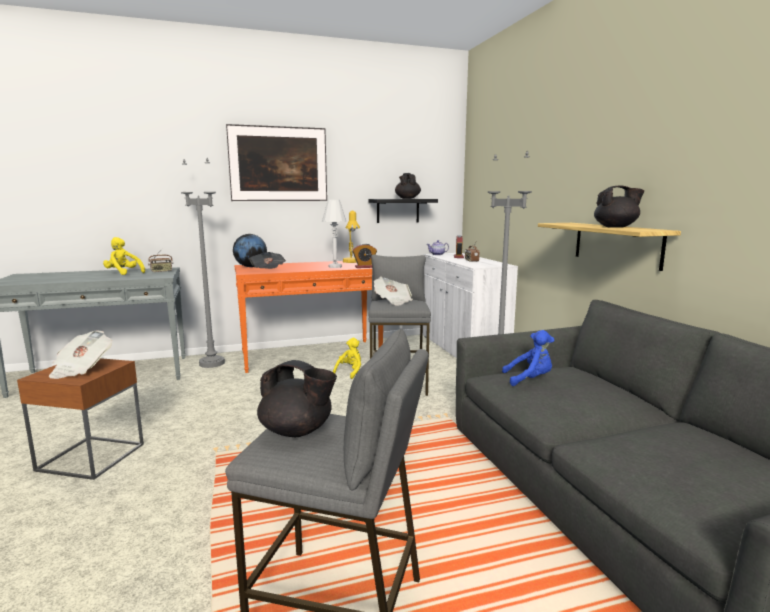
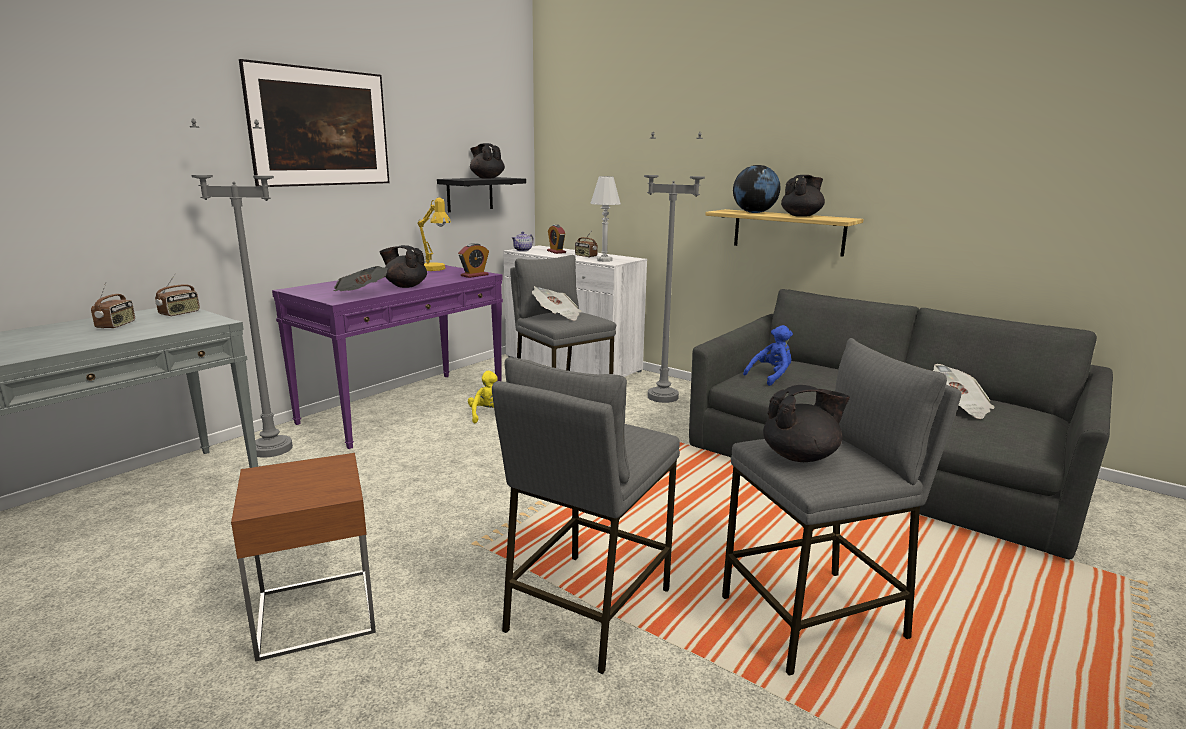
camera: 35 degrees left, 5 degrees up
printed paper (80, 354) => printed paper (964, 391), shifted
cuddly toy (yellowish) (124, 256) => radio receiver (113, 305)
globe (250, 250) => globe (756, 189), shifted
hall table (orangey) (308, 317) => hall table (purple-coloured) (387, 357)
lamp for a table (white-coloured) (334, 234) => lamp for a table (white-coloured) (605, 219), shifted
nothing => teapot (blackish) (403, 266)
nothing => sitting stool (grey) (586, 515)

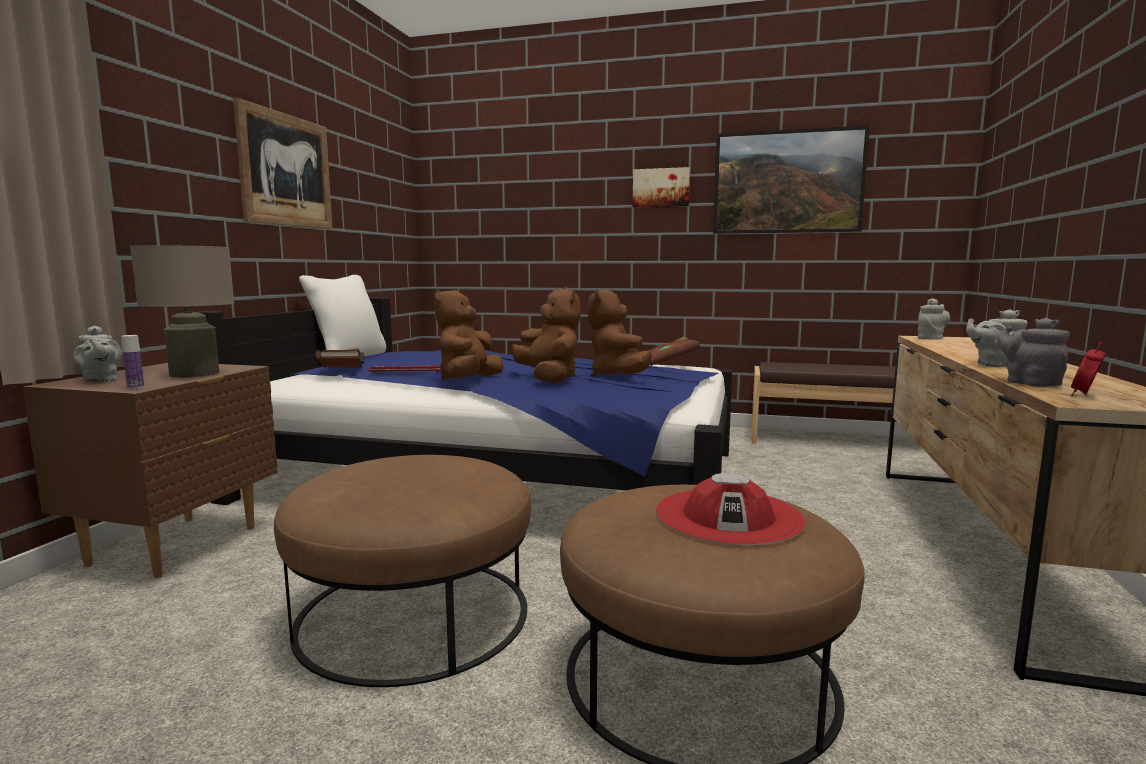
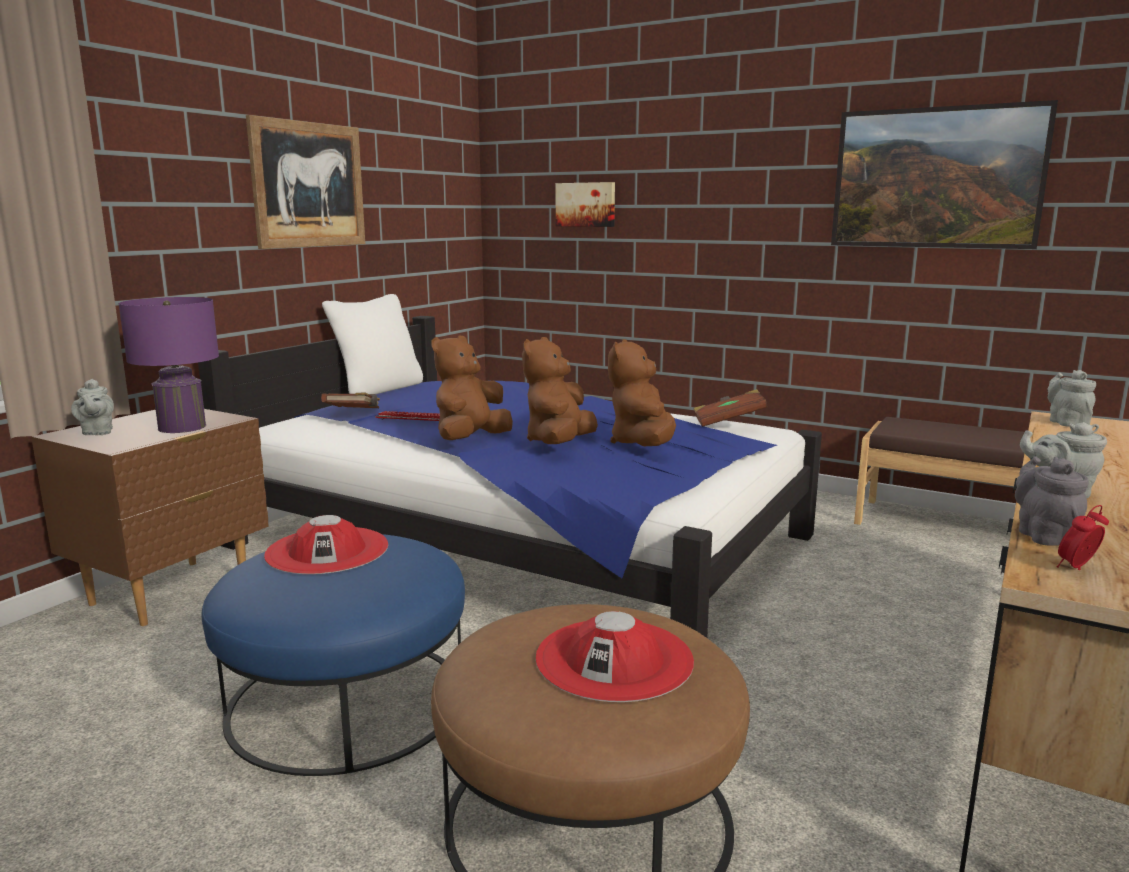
camera: 15 degrees right, 5 degrees up
bottle (132, 362) => nothing
lamp for a table (beige-coloured) (182, 311) => lamp for a table (purple-coloured) (168, 365)
pouffe (brownish) (402, 571) => pouffe (bluish) (333, 655)
cuddly toy (brownish) (546, 335) => cuddly toy (brownish) (560, 390), 150 degrees counterclockwise
wall art (661, 187) => wall art (585, 204), shifted
teapot (grey) (934, 319) => teapot (grey) (1072, 398), 60 degrees counterclockwise
nothing => hat (red) (326, 544)

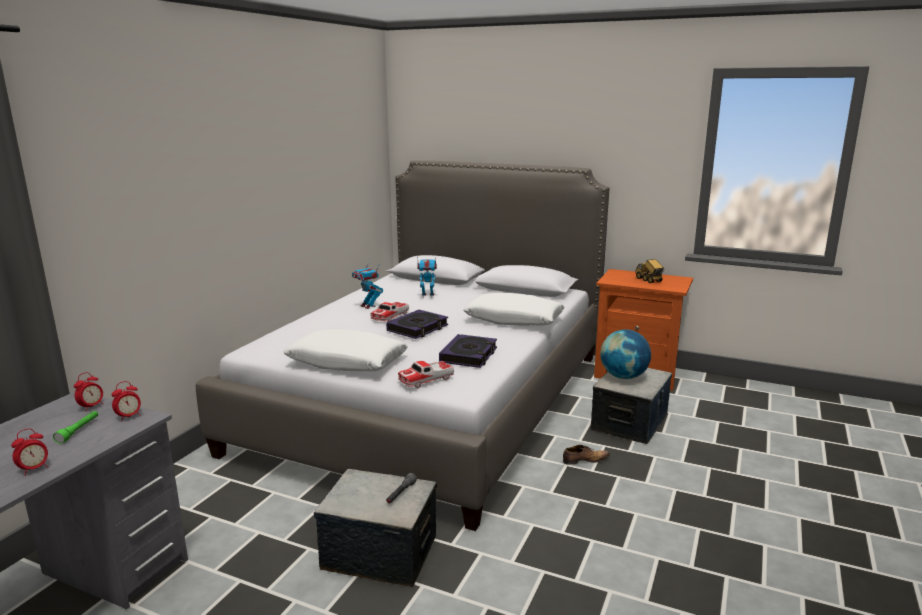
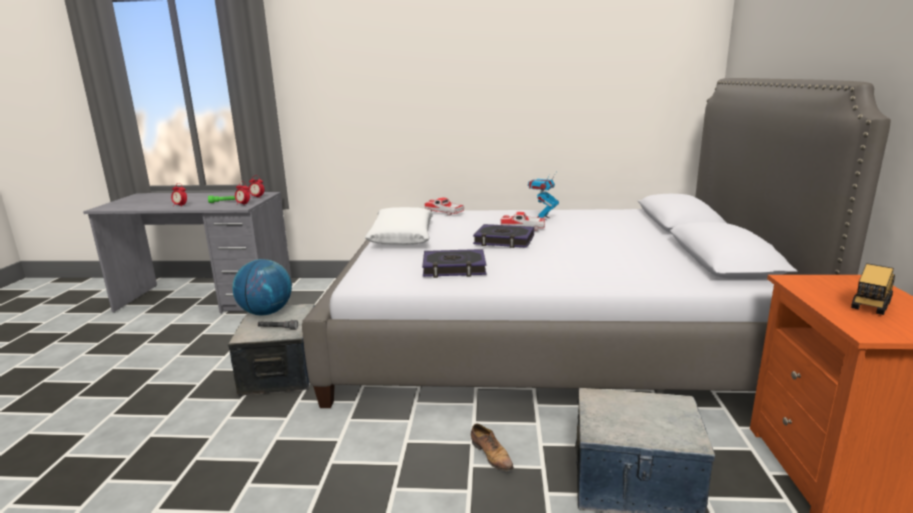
camera: 70 degrees right, 0 degrees up
model car (426, 374) => model car (444, 206), shifted
toy robot (427, 277) => nothing
cushion (white-coloured) (514, 309) => nothing
globe (625, 354) => globe (262, 287), shifted

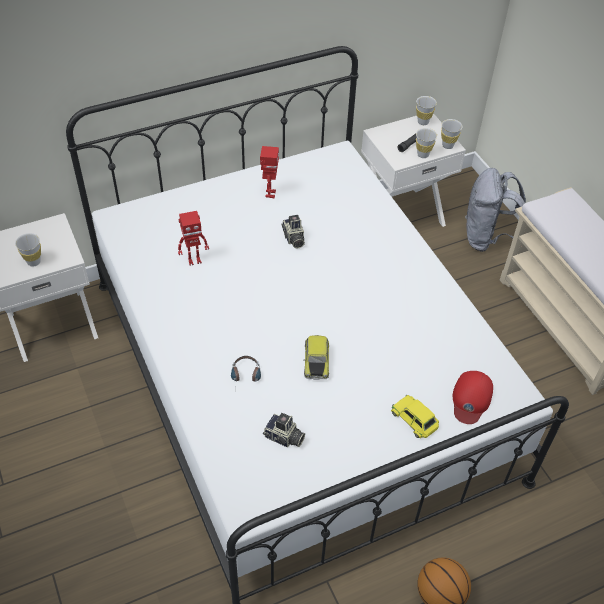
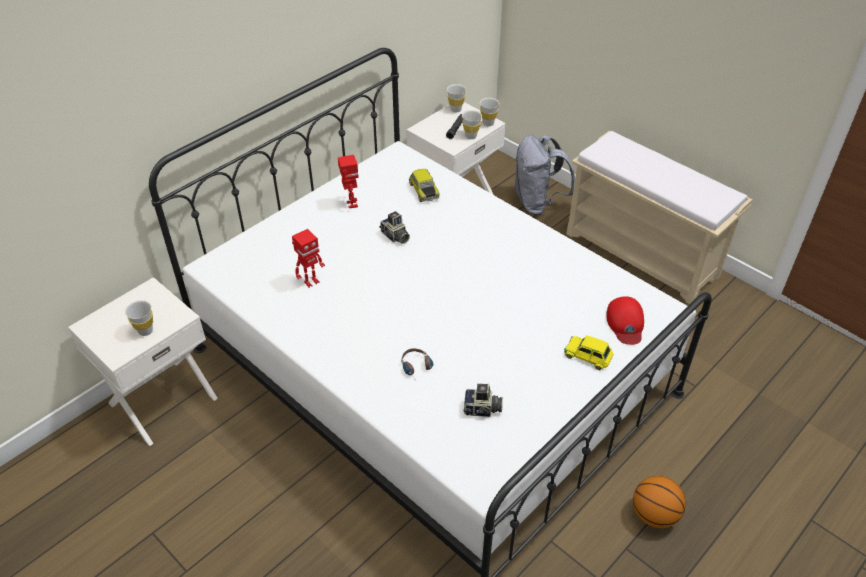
camera: 20 degrees left, 5 degrees down
model car (316, 357) => model car (424, 185), shifted

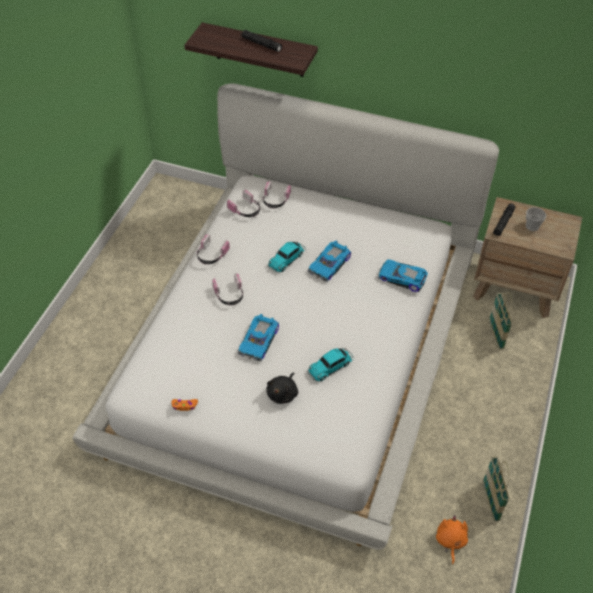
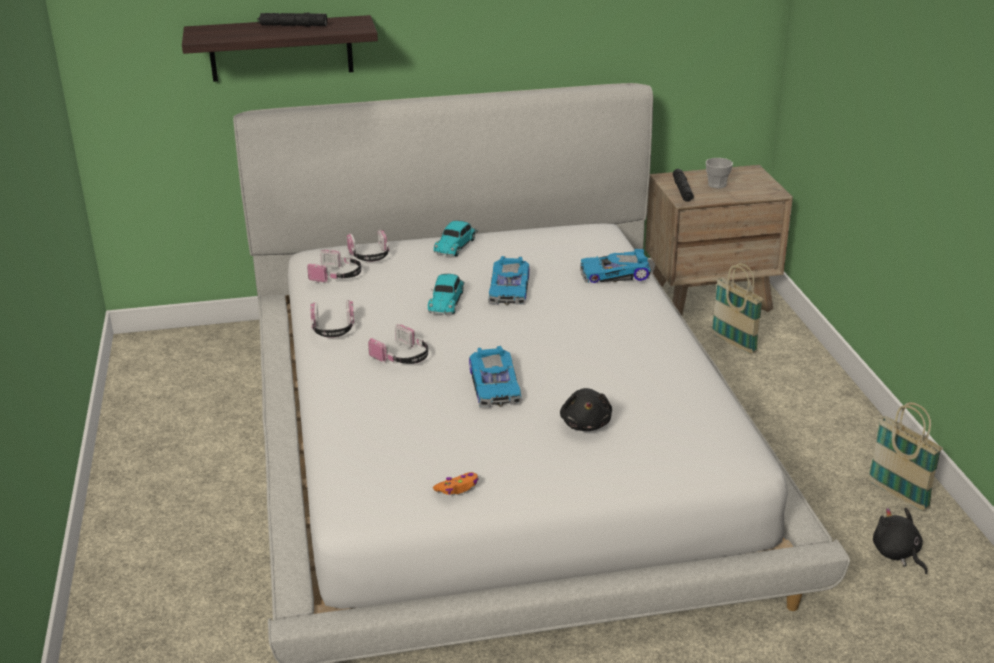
camera: 30 degrees left, 20 degrees down
model car (330, 364) => model car (455, 239), shifted
cuddly toy (orangey) (452, 540) => cuddly toy (blackish) (900, 540)

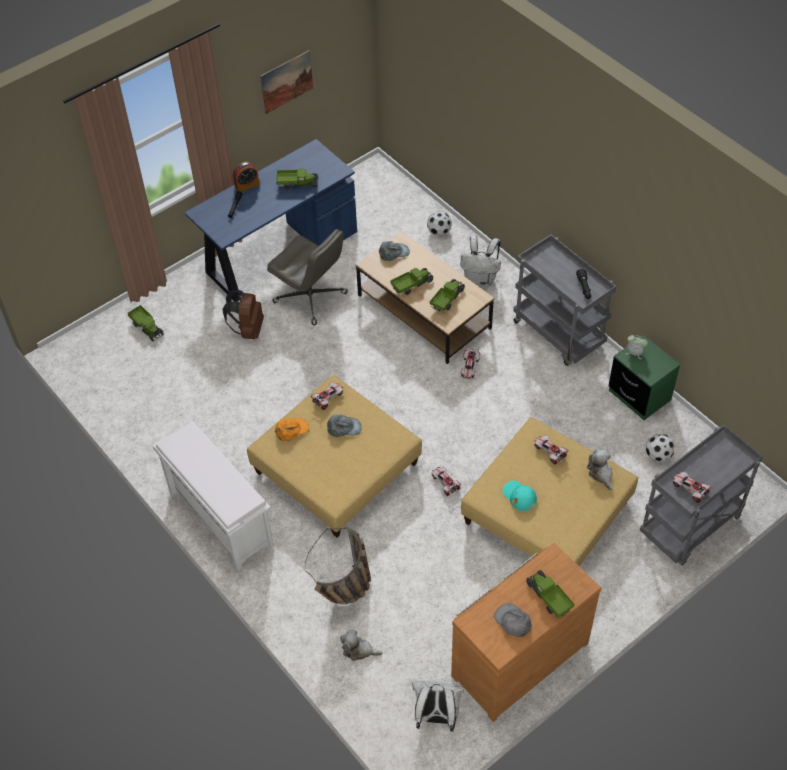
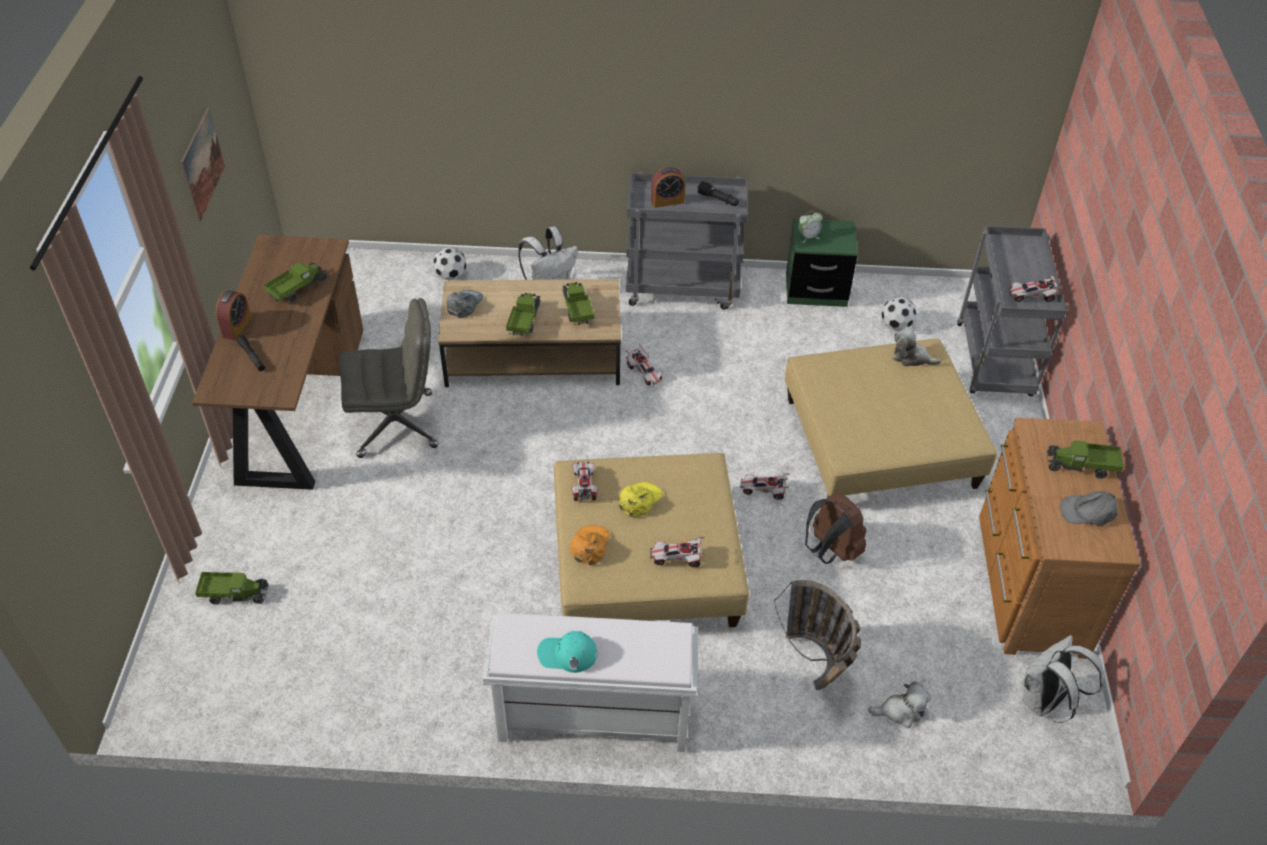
camera: 50 degrees left, 5 degrees down
desk unit (bluish) (271, 220) => desk unit (brownish) (277, 362)
knapsack (brownish) (243, 314) => knapsack (brownish) (836, 528), shifted
cap (grey) (344, 425) => cap (yellowish) (641, 499)
cuddly toy (361, 645) => cuddly toy (900, 704), 150 degrees counterclockwise
cap (turquoise-coloured) (520, 495) => cap (turquoise-coloured) (567, 652), shifted
model car (551, 450) => model car (677, 552), shifted
nothing => bedside clock (668, 187)

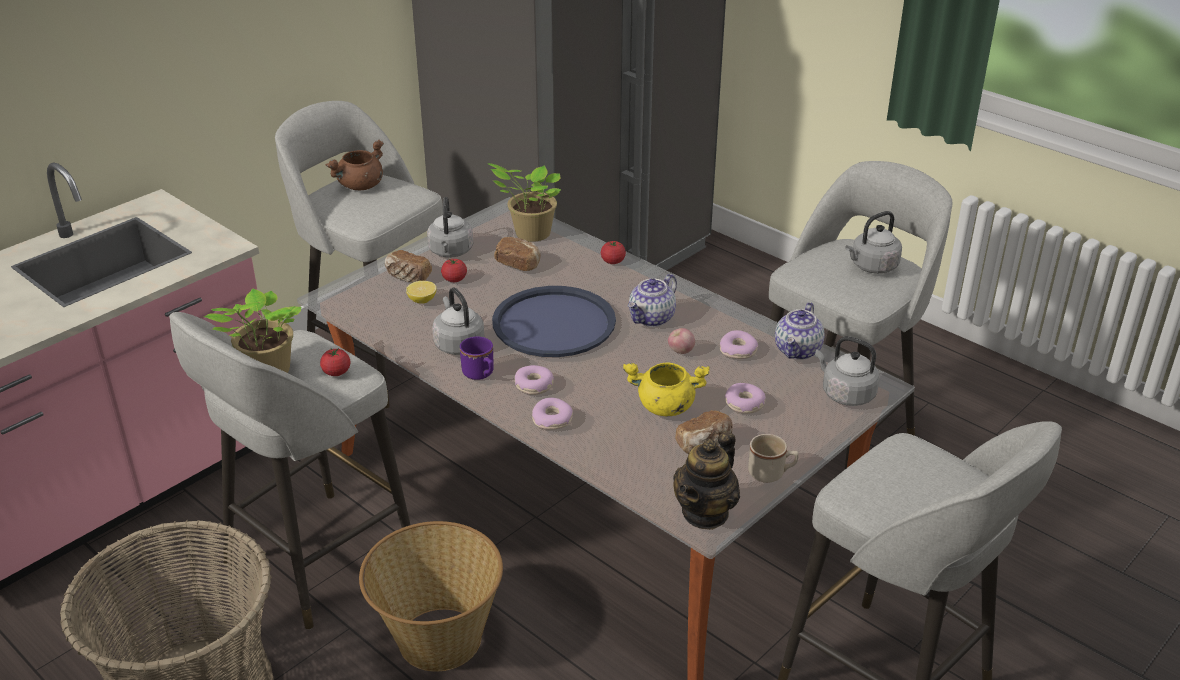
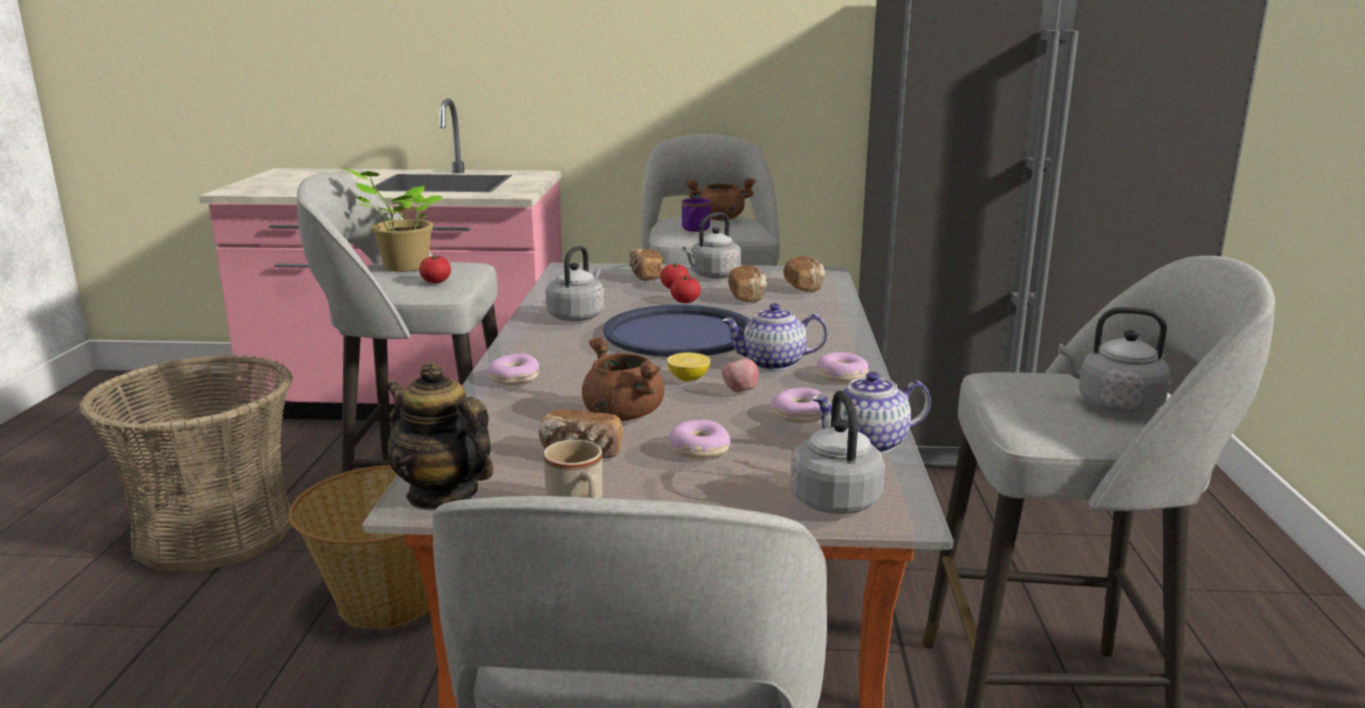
camera: 50 degrees right, 15 degrees down
whole lemon (421, 292) => whole lemon (688, 366), shifted
coffee mug (purple-coloured) (477, 358) => coffee mug (purple-coloured) (696, 215), shifted
plant in a pot (524, 202) => bakery bread (804, 274)
donut (534, 380) => donut (843, 367), shifted
whole tomato (613, 252) => whole tomato (685, 289), shifted
stockpot (yellowish) (666, 389) => stockpot (brownish) (623, 379)
teapot (706, 480) => teapot (439, 436), 45 degrees clockwise

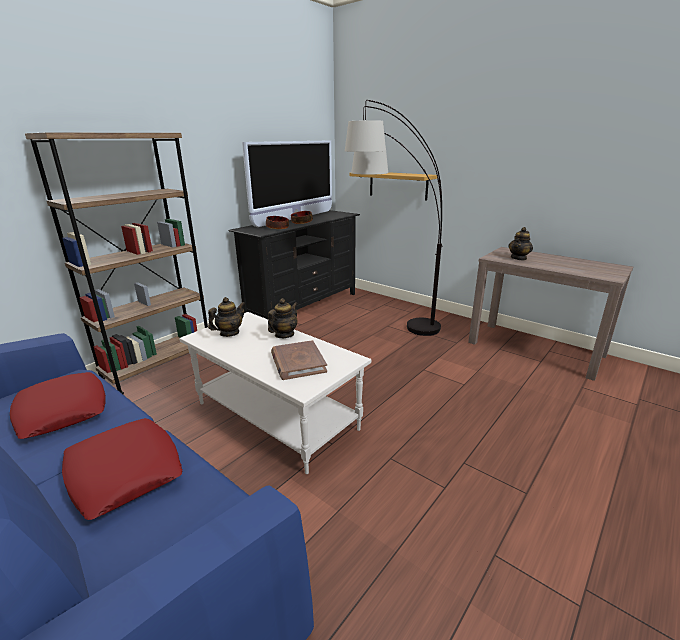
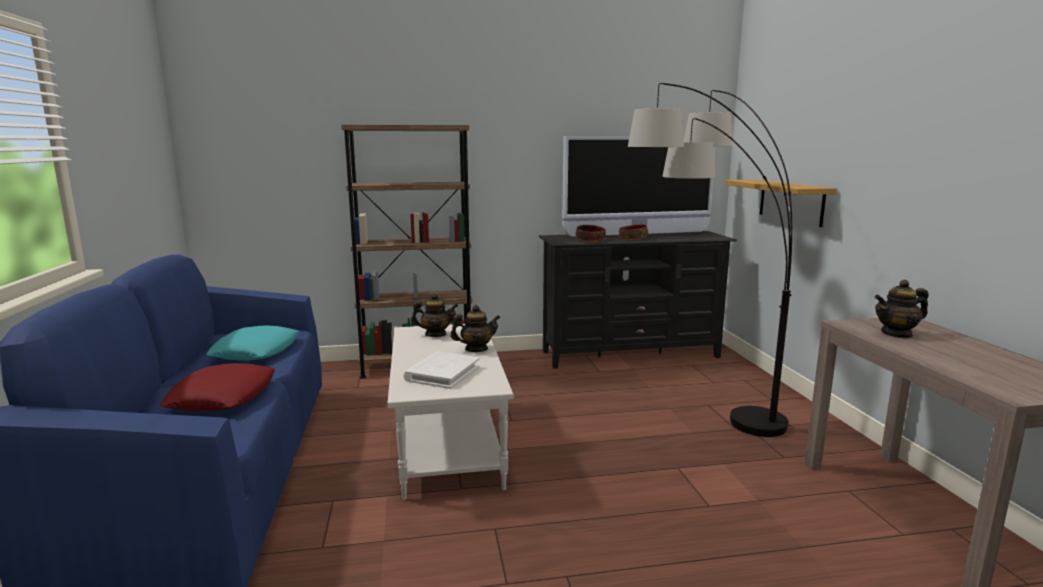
camera: 40 degrees right, 10 degrees down
cushion (red) (58, 405) => cushion (turquoise-coloured) (252, 342)
volume (brownish) (299, 360) => volume (white-coloured) (441, 370)

